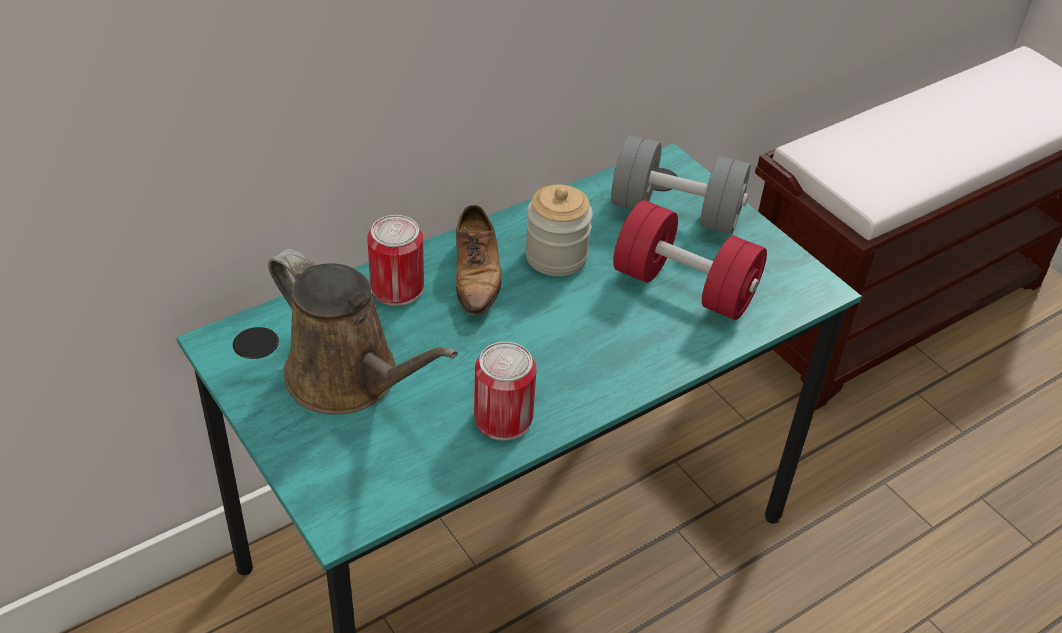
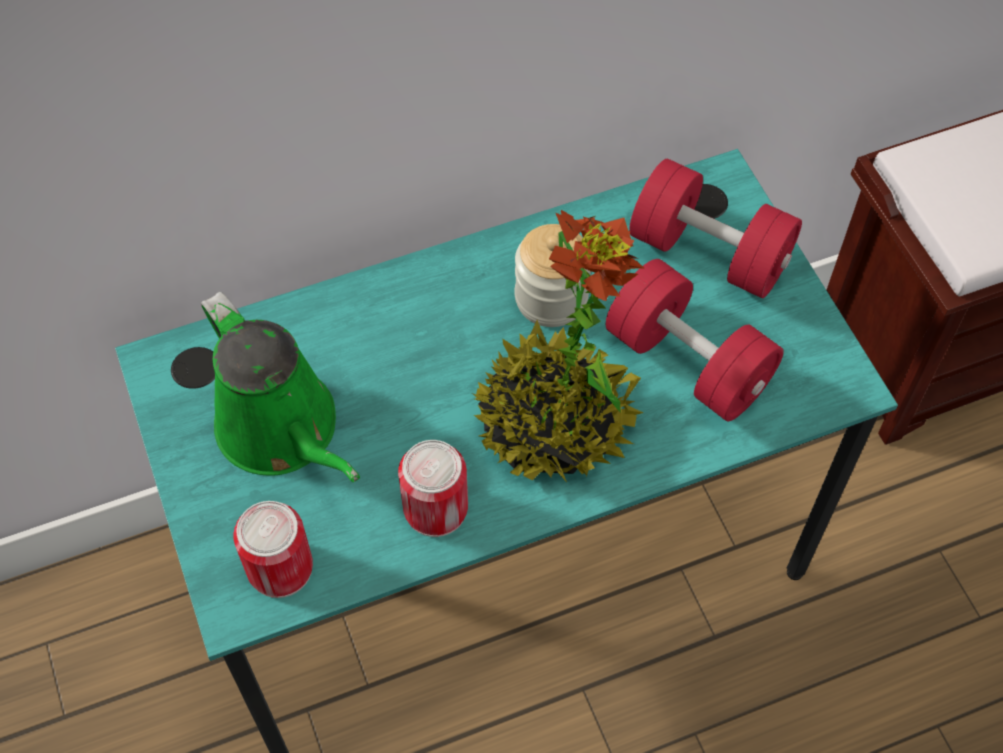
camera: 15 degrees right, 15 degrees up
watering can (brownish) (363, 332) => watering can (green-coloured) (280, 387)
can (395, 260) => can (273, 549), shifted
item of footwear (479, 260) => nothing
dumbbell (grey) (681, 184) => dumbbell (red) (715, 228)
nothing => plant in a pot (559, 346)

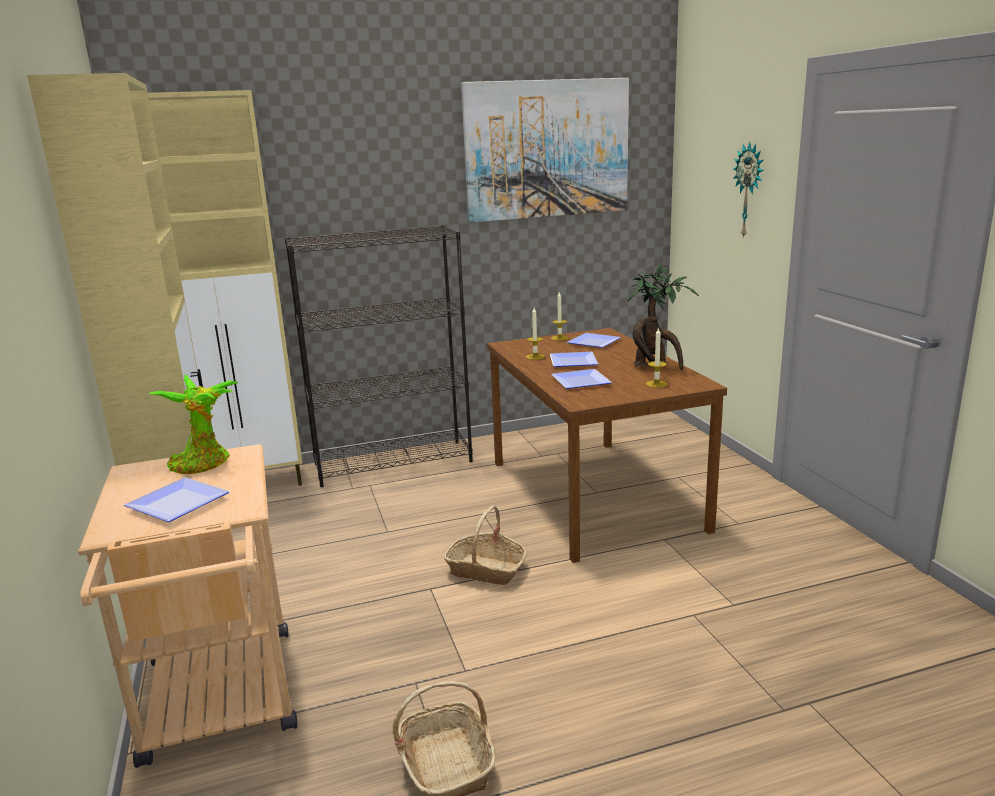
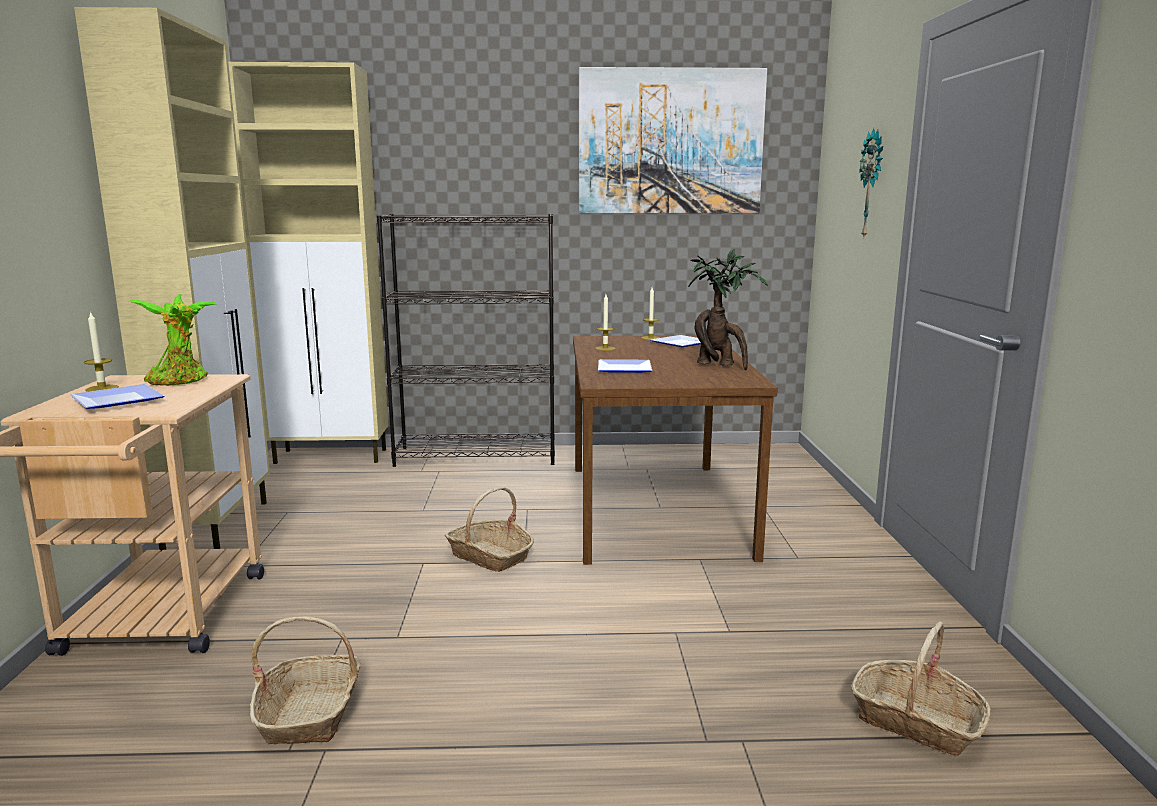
camera: 15 degrees right, 5 degrees down
flat dish (574, 359) => nothing
wax candle (657, 357) => wax candle (101, 351), shifted
nothing => storage basket (921, 688)

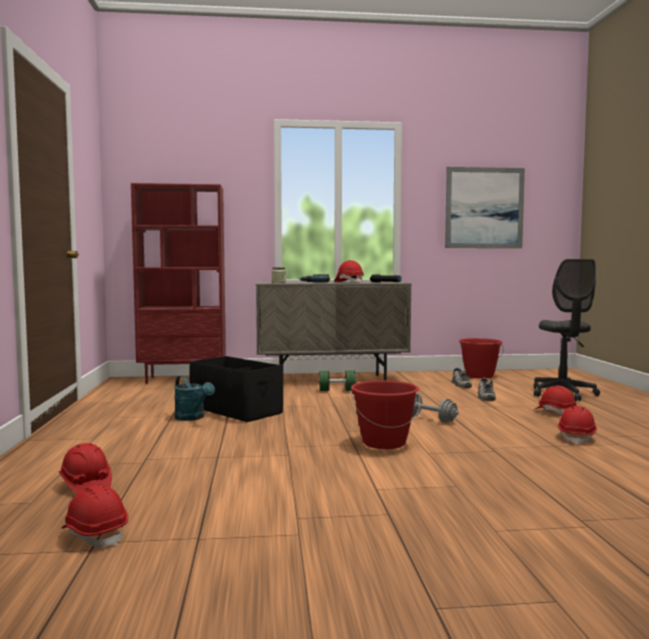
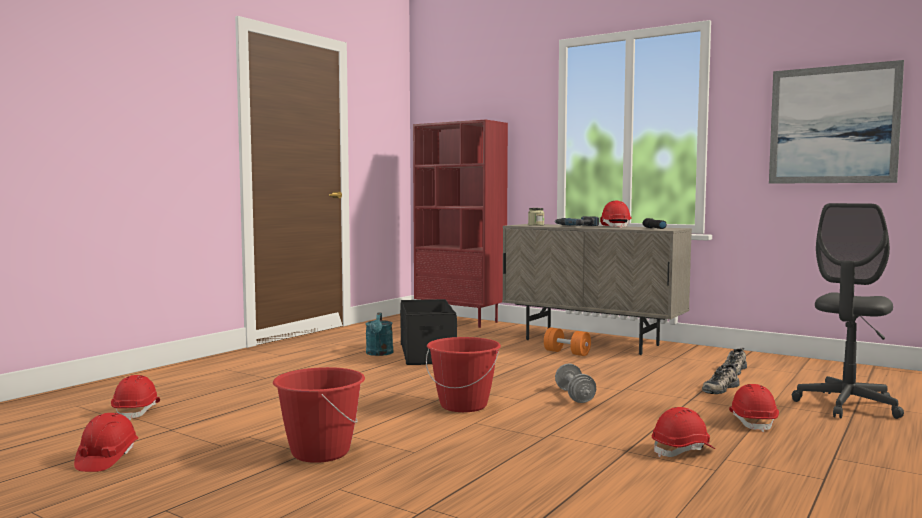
camera: 40 degrees right, 0 degrees up
work helmet (red) (85, 468) => work helmet (red) (106, 442), shifted
dumbbell (green-coloured) (337, 380) => dumbbell (orangey) (567, 341)
water bucket (red) (481, 358) => water bucket (red) (319, 415), shifted

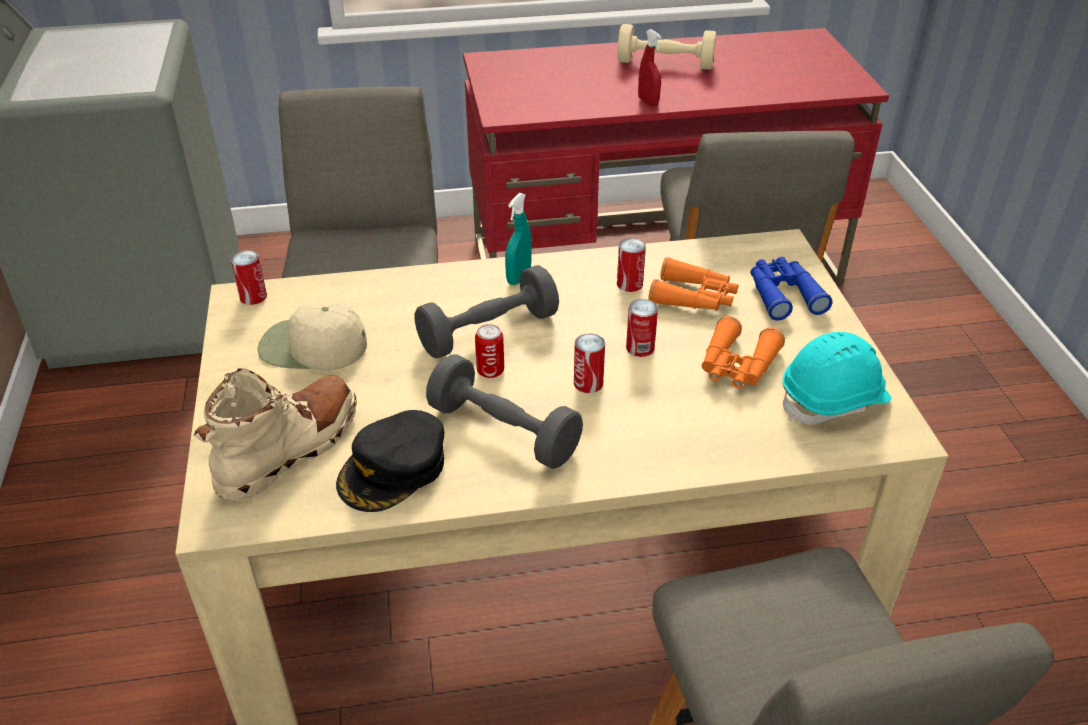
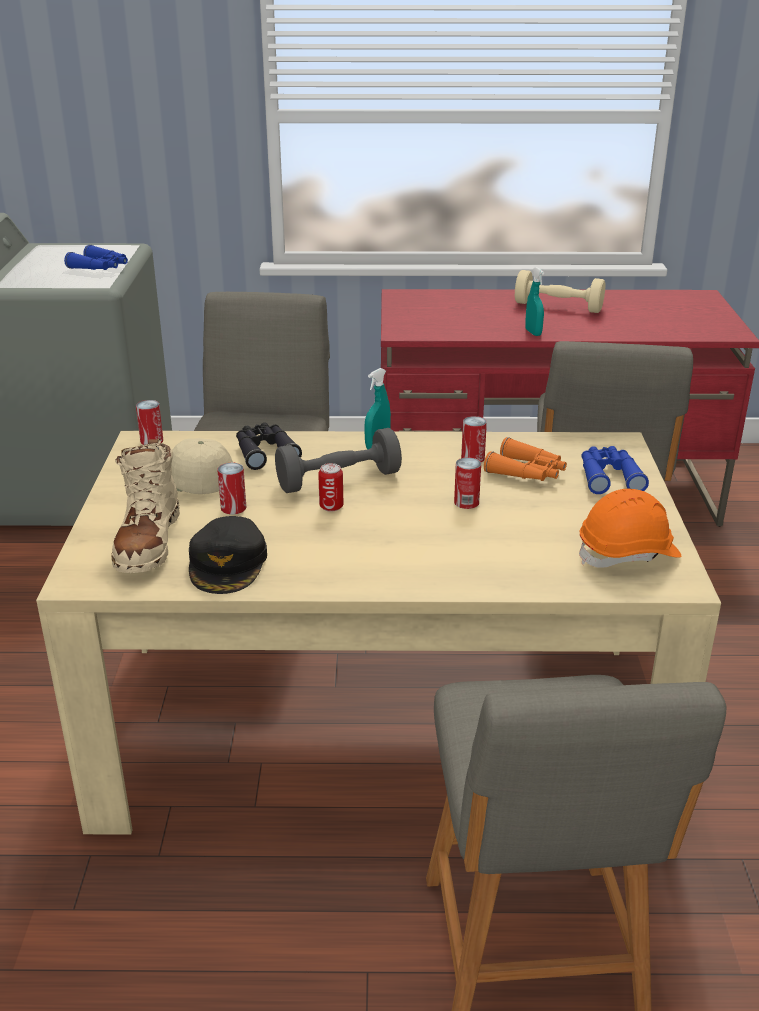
camera: 10 degrees right, 10 degrees down
tall boot (beige-coloured) (275, 434) => tall boot (beige-coloured) (145, 505), 135 degrees clockwise
cap (blackish) (390, 461) => cap (blackish) (228, 555), 45 degrees counterclockwise
dumbbell (grey) (504, 412) => nothing
can (589, 363) => can (231, 488), shifted
sprayer (red) (649, 68) => sprayer (turquoise-coloured) (534, 301)
pair of binoculars (orangey) (743, 352) => nothing
work helmet (turquoise-coloured) (837, 378) => work helmet (orangey) (630, 528)
nothing => pair of binoculars (bluish) (96, 257)
nothing => pair of binoculars (blackish) (269, 446)

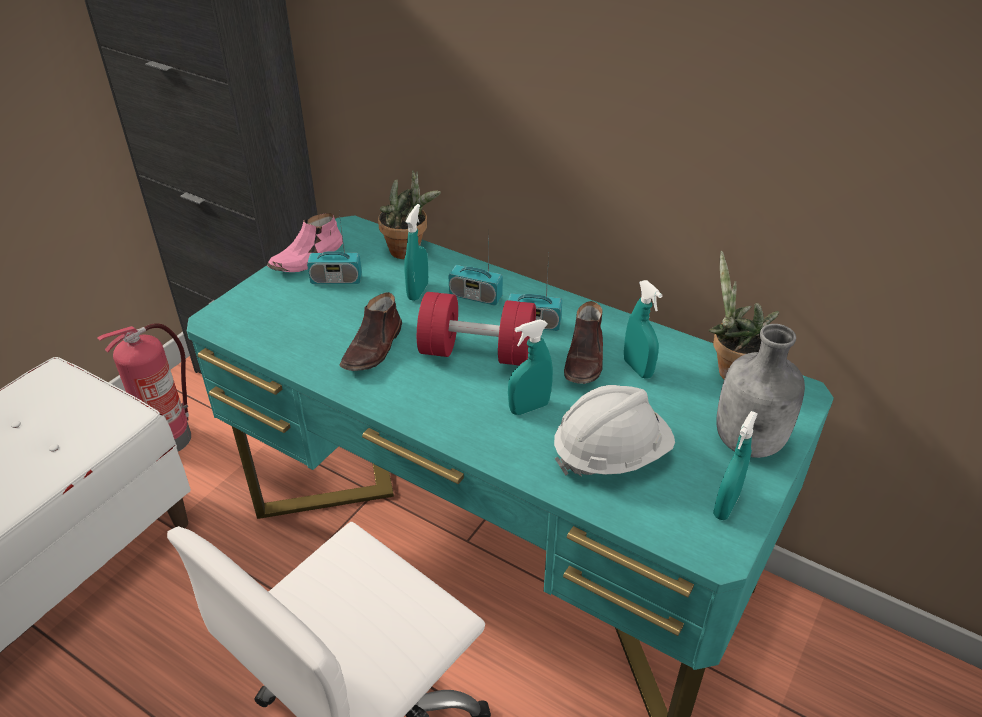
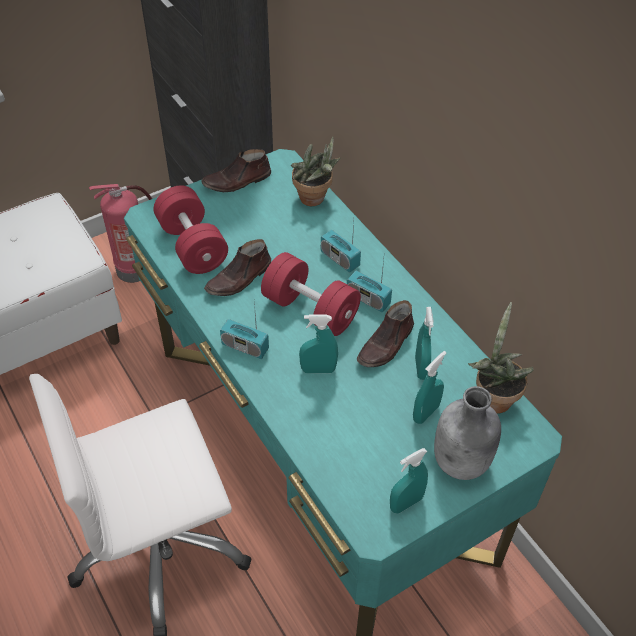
camera: 25 degrees right, 10 degrees up
item of footwear (pink) (305, 242) => item of footwear (brownish) (236, 170)
radio receiver (334, 249) => radio receiver (244, 330), shifted
sprayer (turquoise-coloured) (416, 252) => sprayer (turquoise-coloured) (430, 387), shifted
work helmet (white-coloured) (614, 431) => nothing
nothing => dumbbell (red) (191, 230)

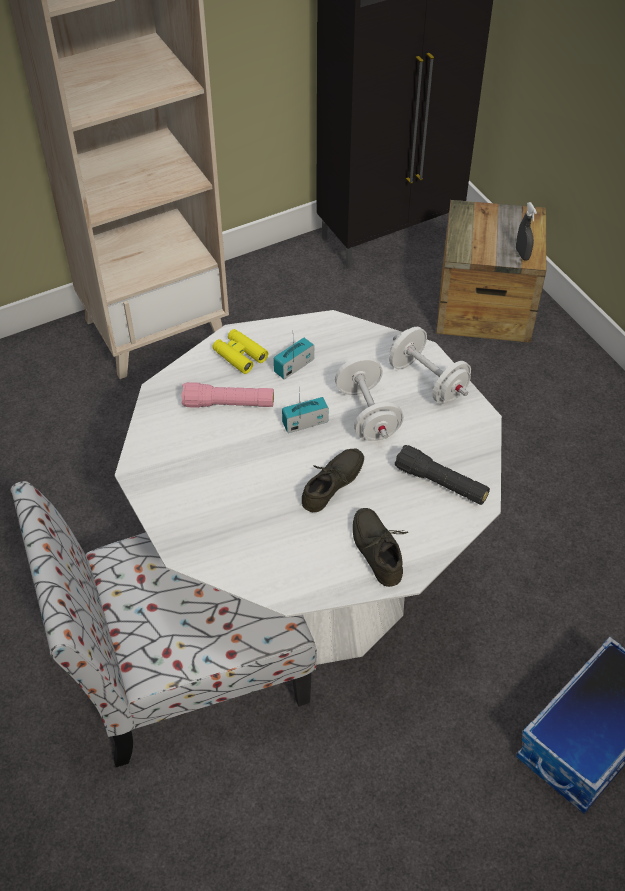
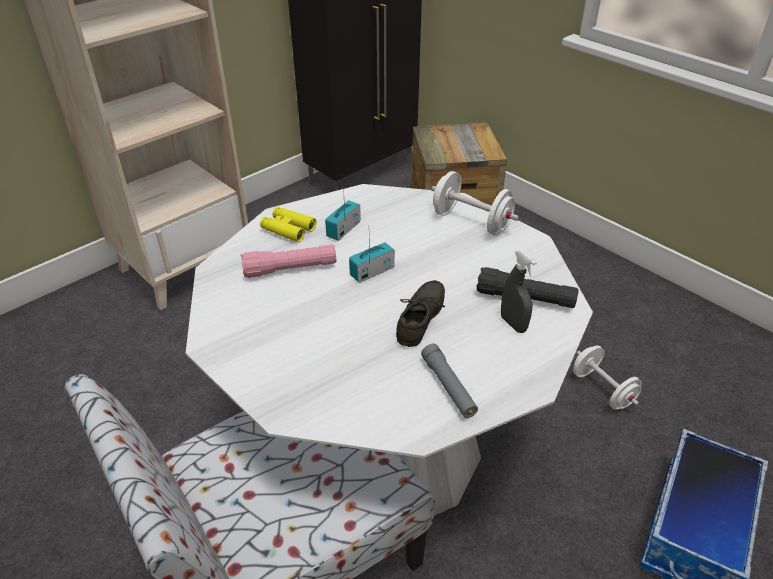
camera: 15 degrees left, 10 degrees down
dumbbell (white-coloured) (369, 399) => dumbbell (white-coloured) (607, 378), shifted
item of footwear (grey) (380, 547) => nothing
sprayer (grey) (526, 231) => sprayer (grey) (519, 291), shifted
nothing => torch (grey) (449, 381)

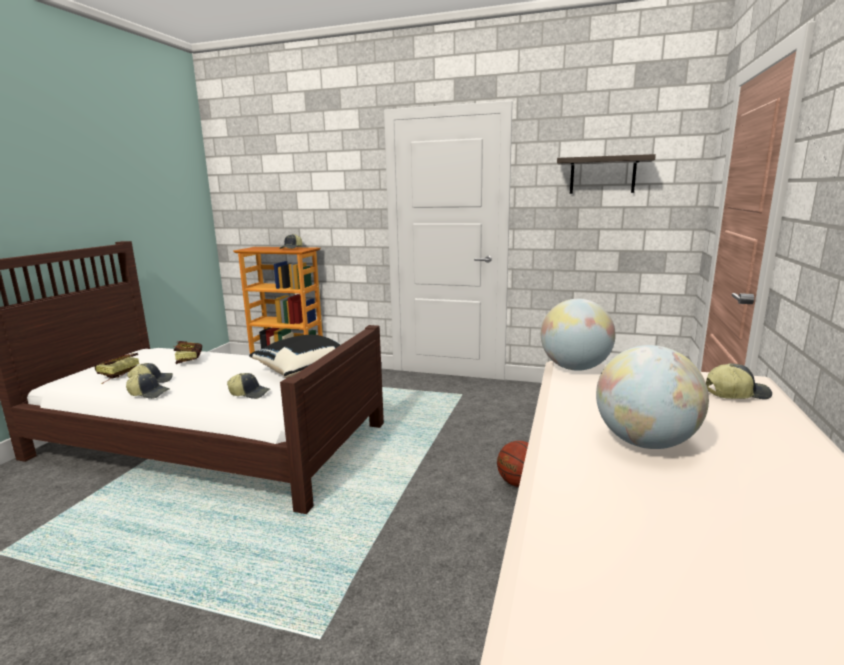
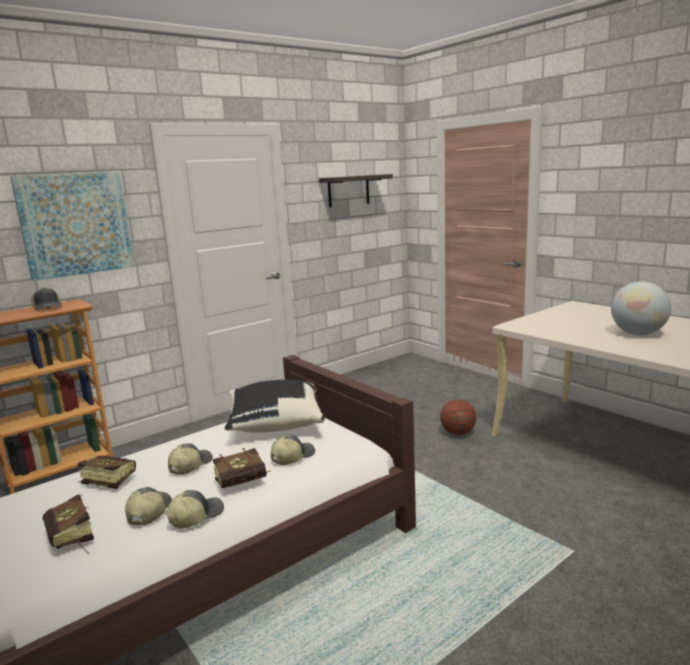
camera: 55 degrees left, 0 degrees up
globe (578, 335) => nothing
cap (739, 381) => cap (190, 459), shifted
nothing => wall art (72, 226)
nothing => volume (242, 468)

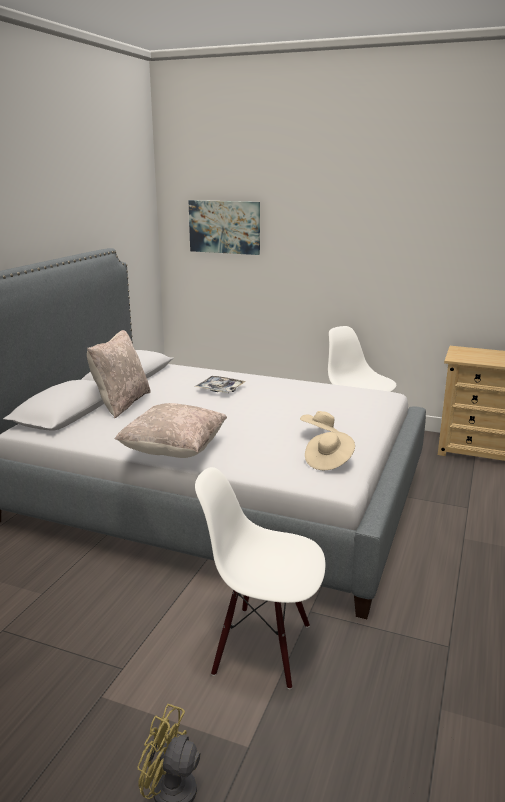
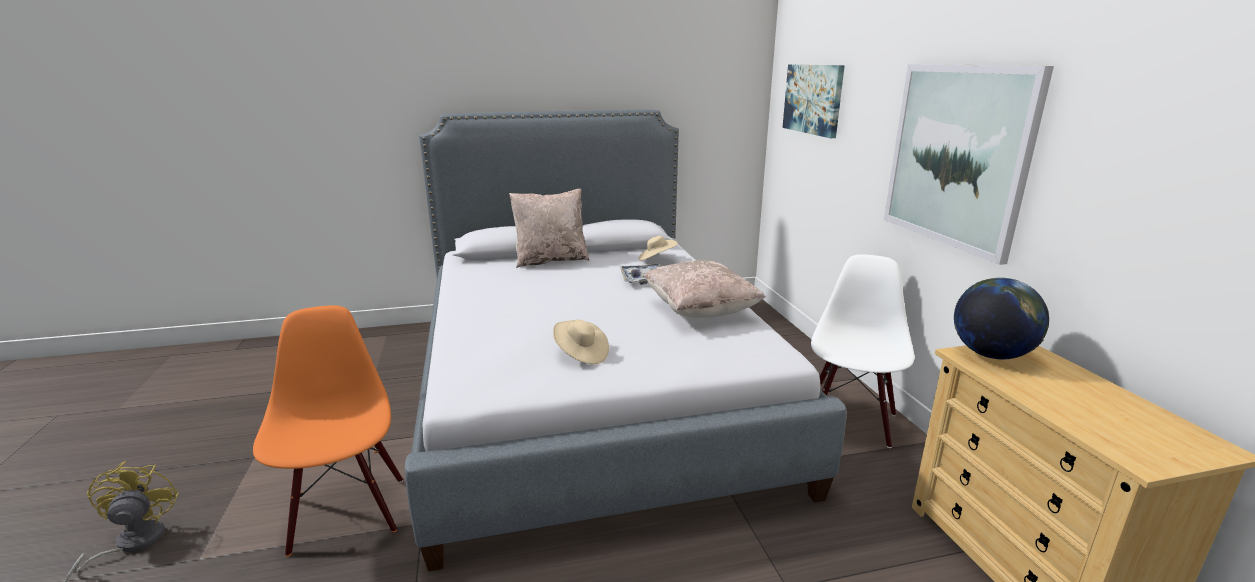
camera: 55 degrees right, 0 degrees up
cushion (beige-coloured) (170, 430) => cushion (beige-coloured) (704, 289), shifted
upright chair (white-coloured) (260, 578) => upright chair (orangey) (328, 430)
hat (beige-coloured) (330, 451) => hat (beige-coloured) (658, 248), shifted
nothing => wall art (969, 164)
nothing => globe (1001, 318)

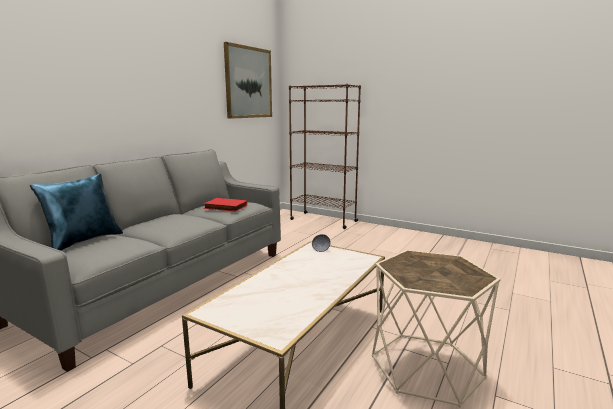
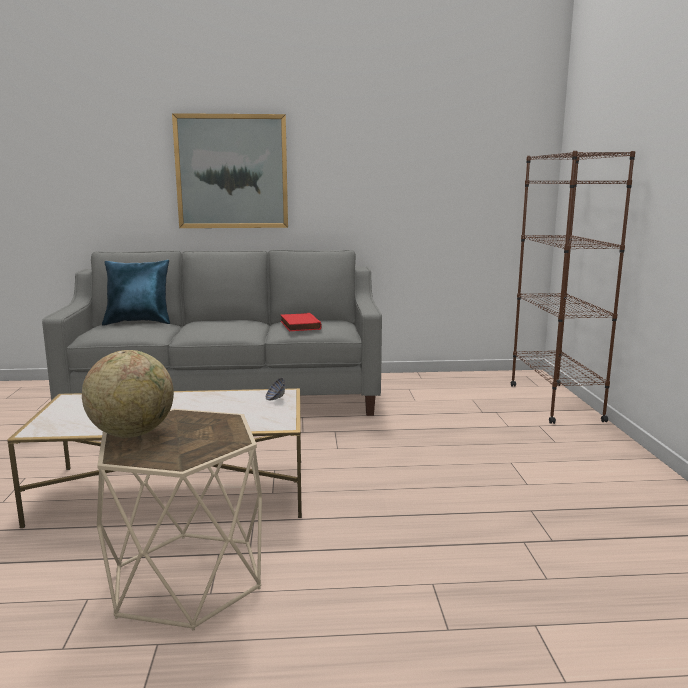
camera: 55 degrees right, 0 degrees up
wall art (248, 80) => wall art (230, 170), shifted
nothing => globe (128, 394)

